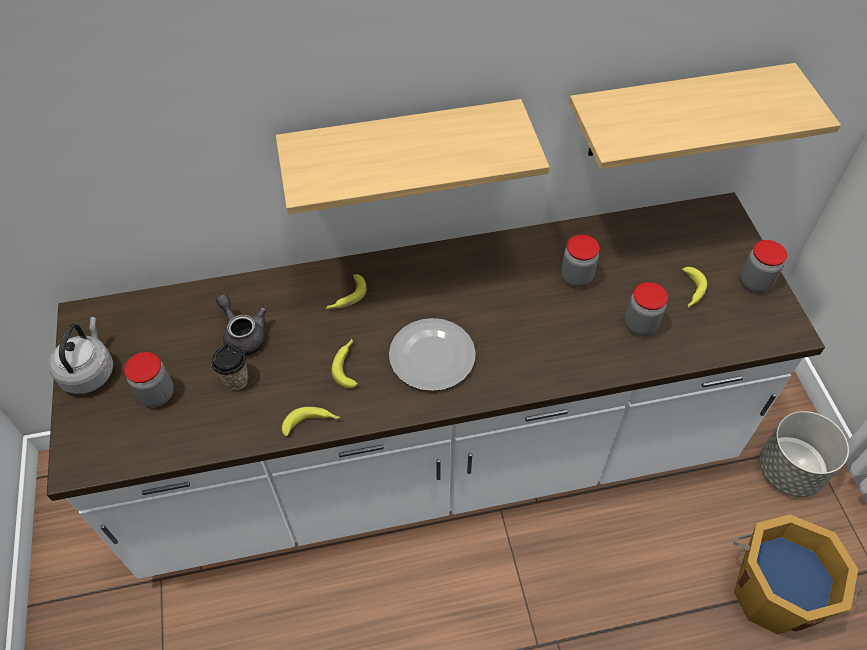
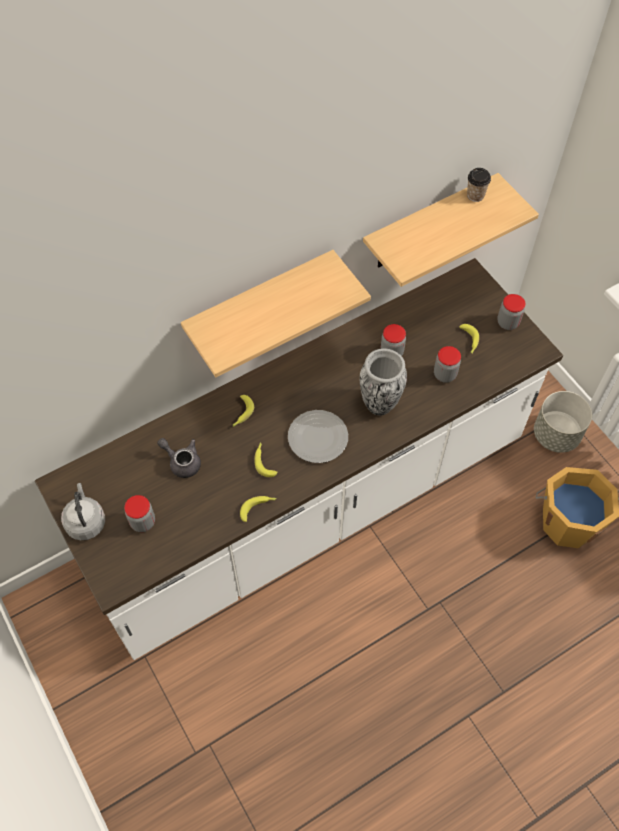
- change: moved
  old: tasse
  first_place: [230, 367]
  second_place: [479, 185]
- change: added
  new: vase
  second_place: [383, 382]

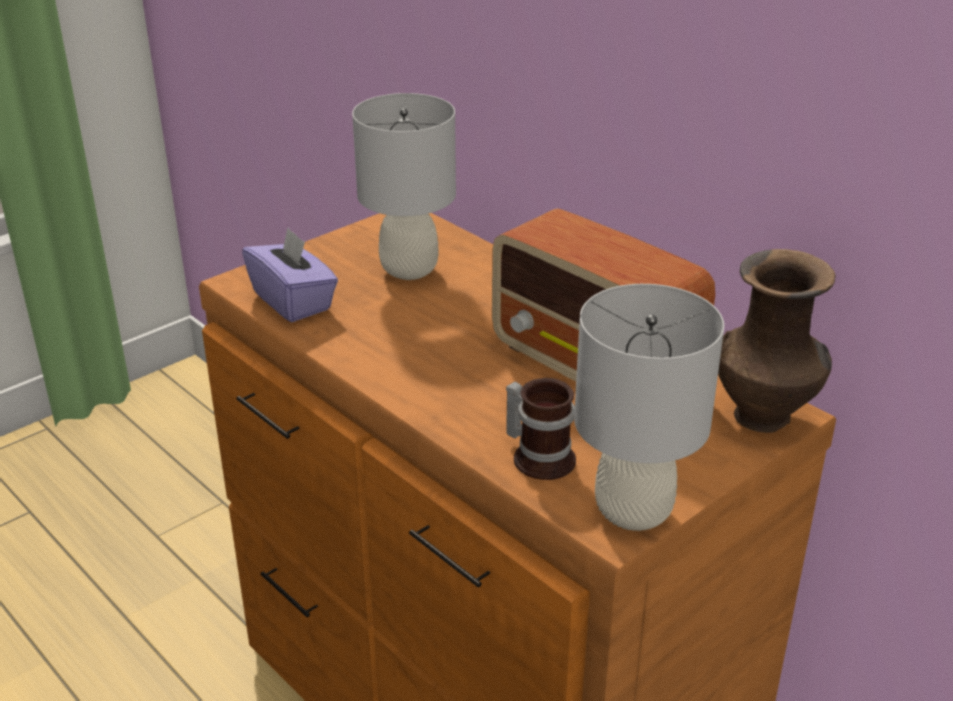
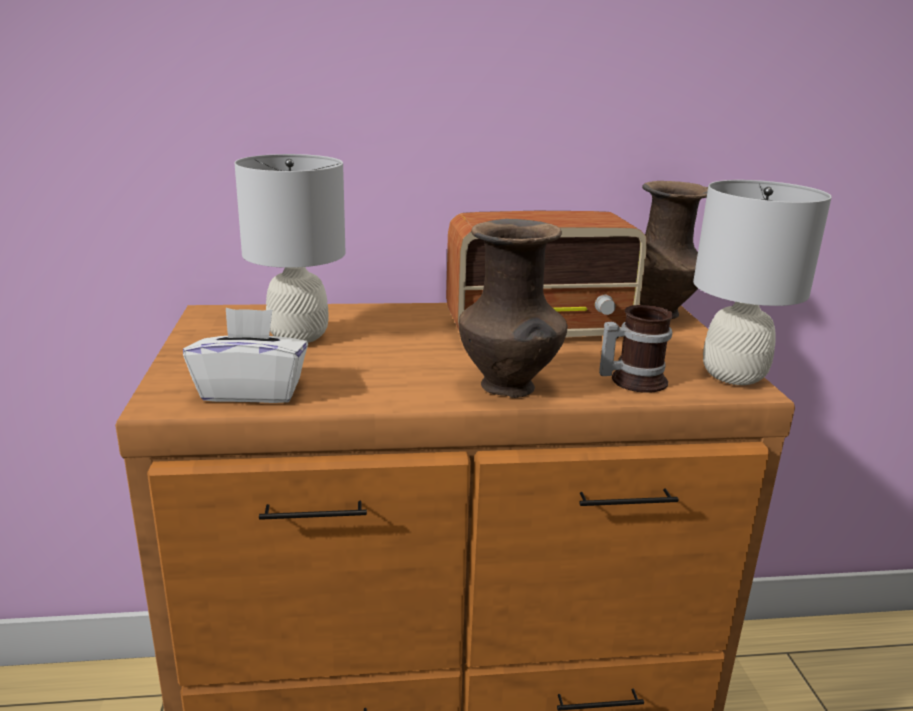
- change: recoloured
  old: boîte à mouchoirs/violet
  new: boîte à mouchoirs/blanc
  first_place: [290, 275]
  second_place: [245, 355]
- change: added
  new: vase/marron
  second_place: [513, 308]

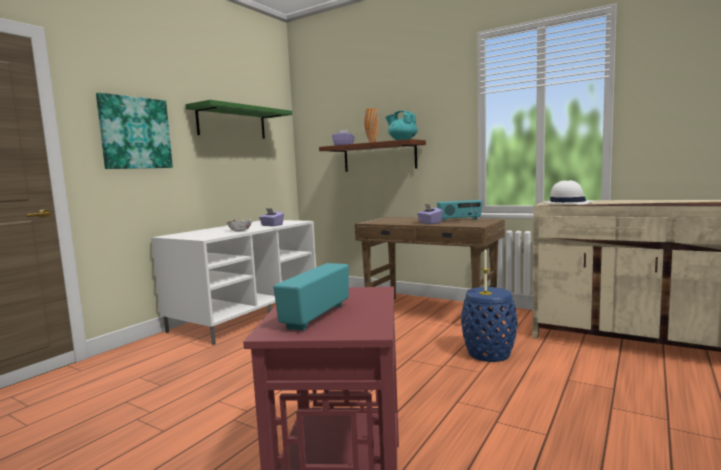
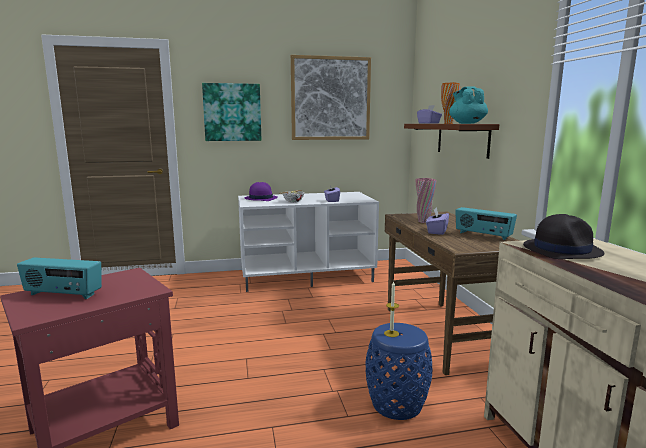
- change: replaced
  old: étagère/vert
  new: tableau
  first_place: [238, 119]
  second_place: [331, 97]
- change: recoloured
  old: chapeau/blanc
  new: chapeau/noir
  first_place: [569, 192]
  second_place: [564, 236]
- change: turned
  old: radio
  first_place: [311, 296]
  second_place: [59, 278]
  degrees: -150
- change: added
  new: vase/rose
  second_place: [426, 200]
- change: added
  new: chapeau/violet
  second_place: [261, 191]

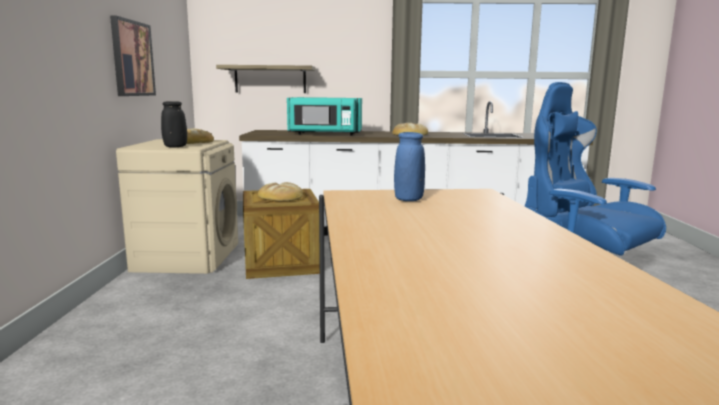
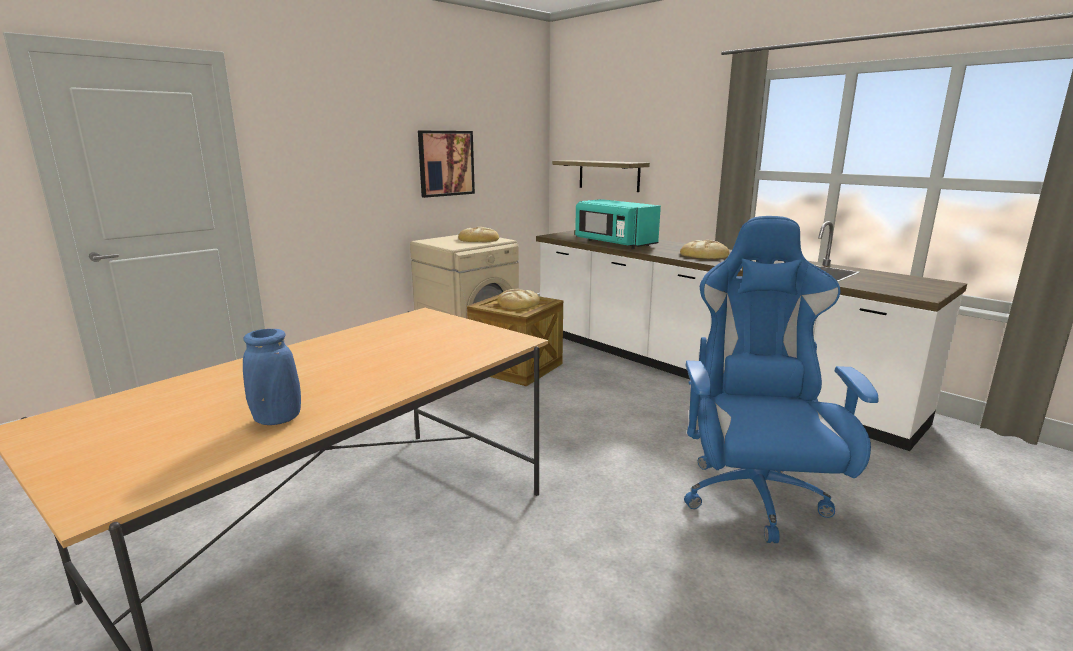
- change: removed
  old: vase/noir
  first_place: [174, 124]
- change: moved
  old: vase/bleu
  first_place: [409, 166]
  second_place: [272, 377]

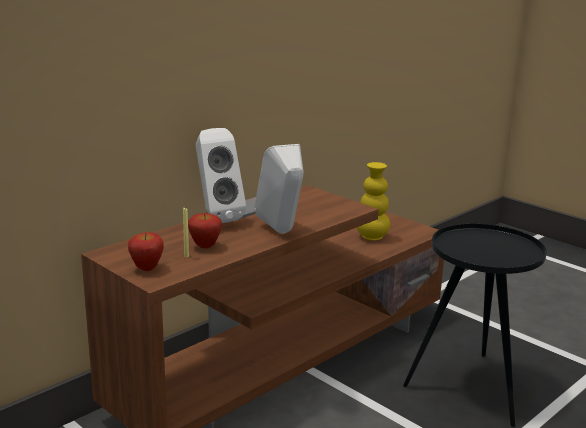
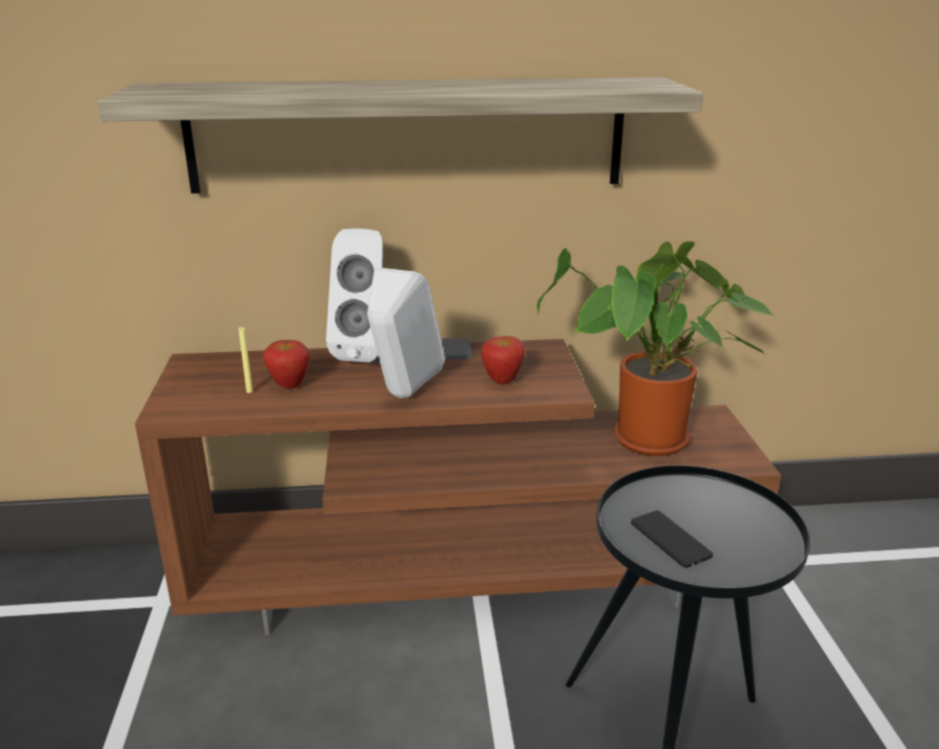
- change: replaced
  old: vase/jaune
  new: plante en pot
  first_place: [373, 201]
  second_place: [656, 348]
- change: moved
  old: pomme
  first_place: [146, 251]
  second_place: [503, 360]
- change: added
  new: étagère
  second_place: [400, 135]
- change: added
  new: téléphone
  second_place: [672, 539]

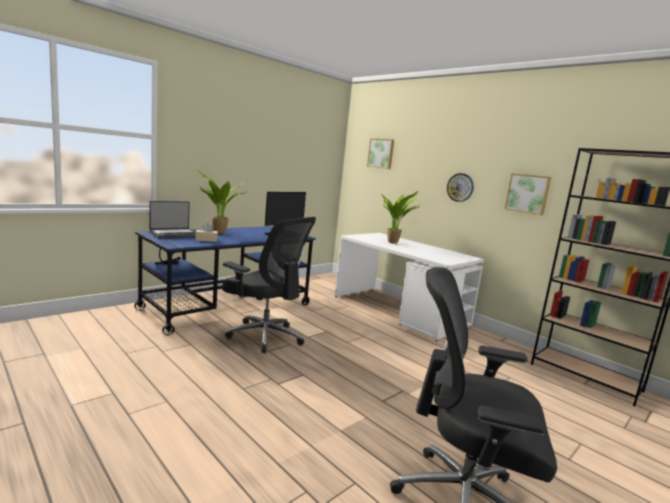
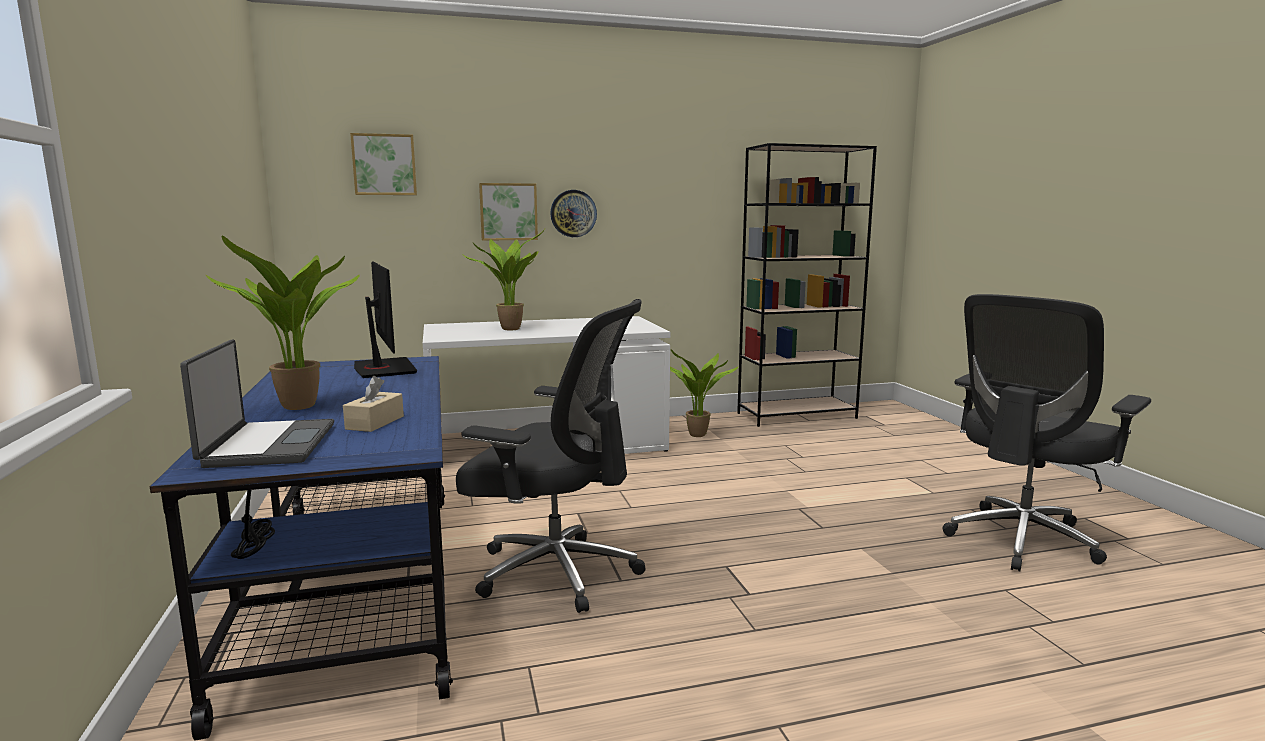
- change: moved
  old: tableau
  first_place: [528, 194]
  second_place: [508, 212]
- change: turned
  old: chaise de bureau
  first_place: [269, 285]
  second_place: [551, 456]
  degrees: 45
- change: added
  new: plante en pot
  second_place: [704, 393]

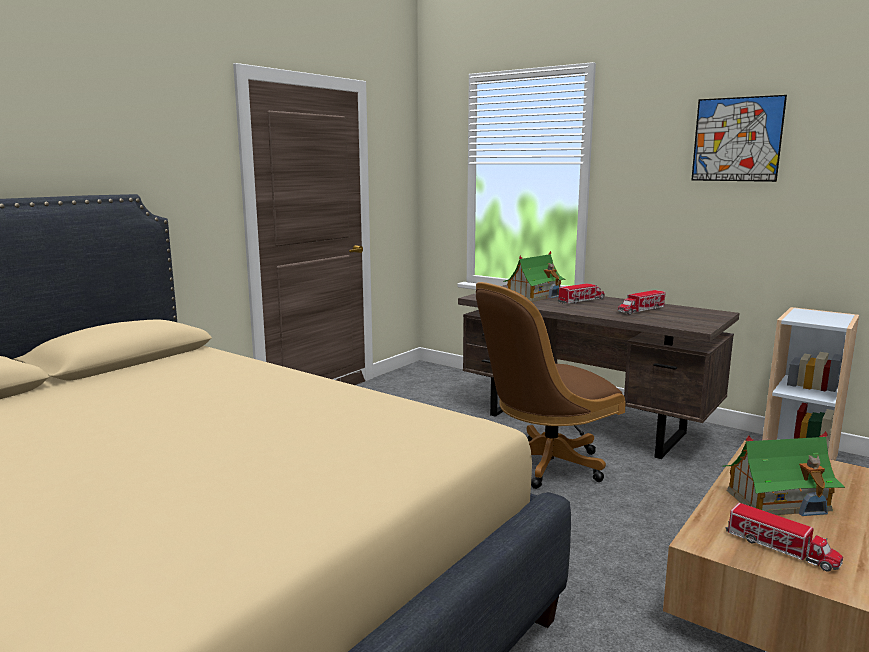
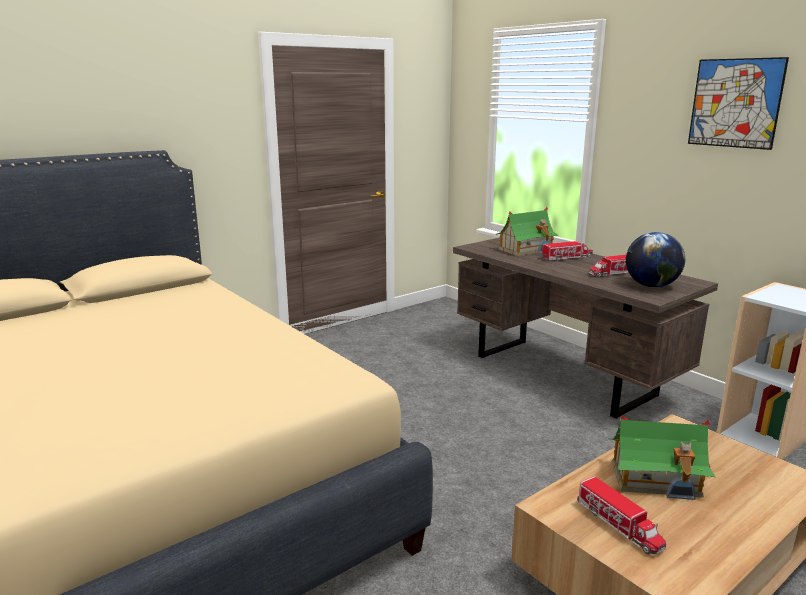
- change: removed
  old: chaise de bureau/marron
  first_place: [551, 385]
- change: added
  new: globe
  second_place: [655, 259]

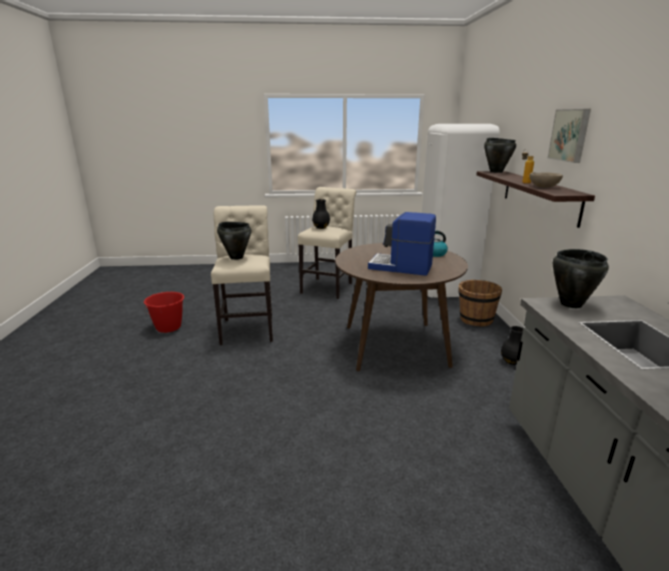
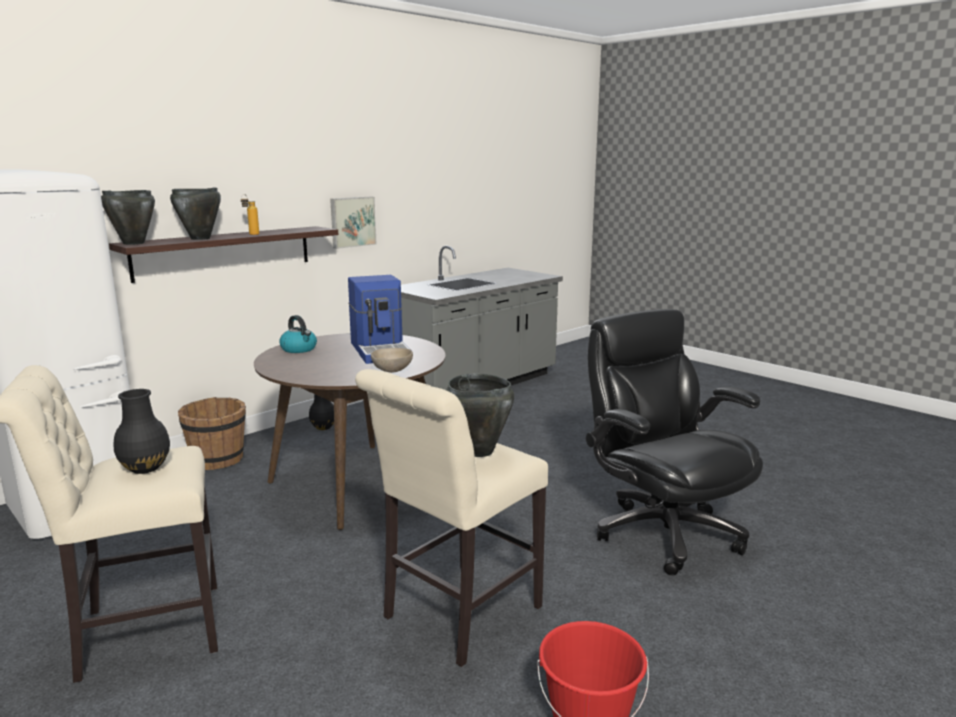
- change: moved
  old: tableau
  first_place: [569, 136]
  second_place: [353, 223]
- change: moved
  old: bol/beige
  first_place: [546, 179]
  second_place: [392, 360]
- change: moved
  old: marmite/noir
  first_place: [581, 278]
  second_place: [195, 213]
- change: added
  new: chaise de bureau/noir
  second_place: [674, 442]

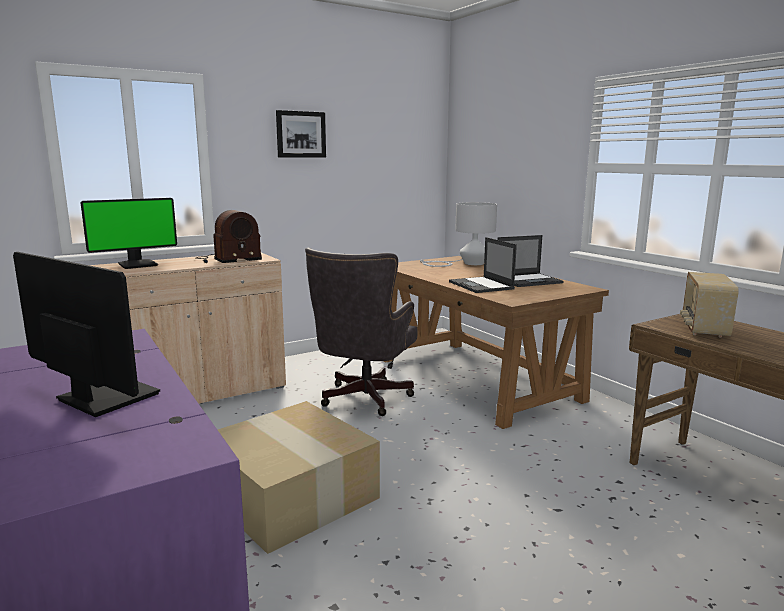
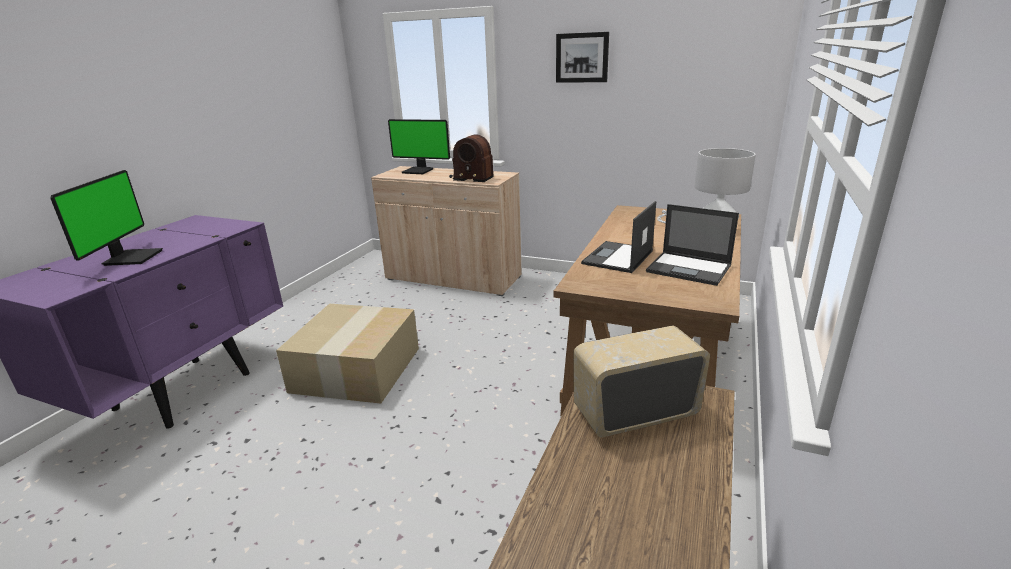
- change: removed
  old: chaise de bureau/gris
  first_place: [361, 332]

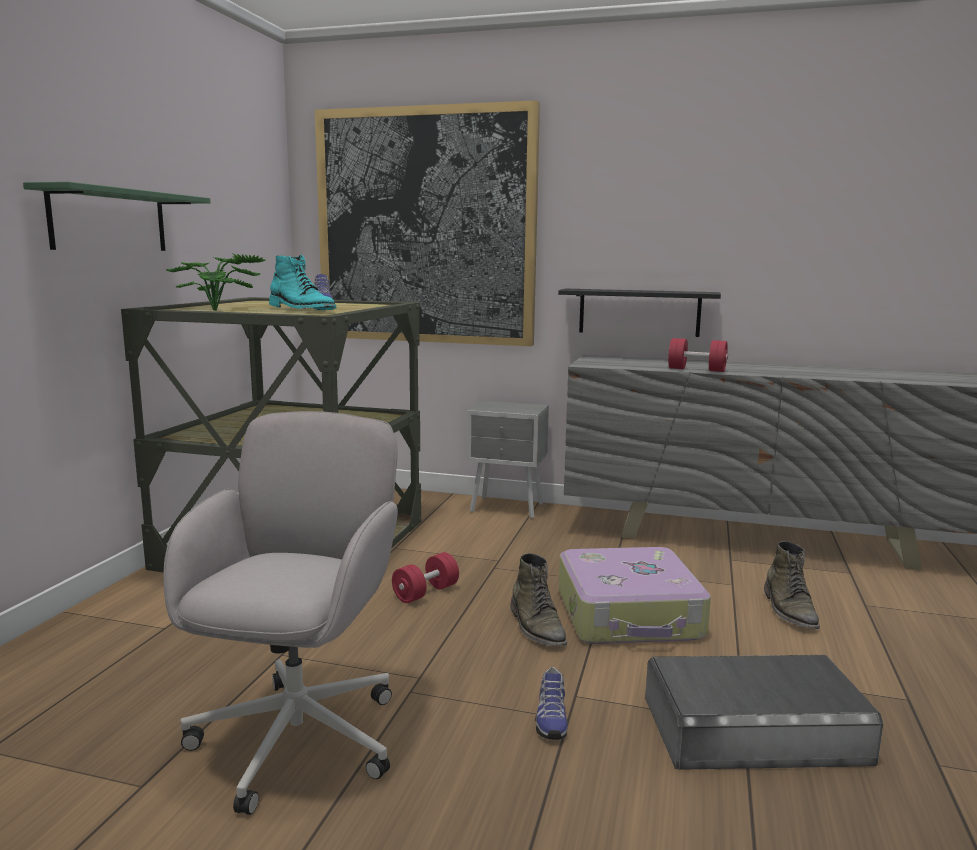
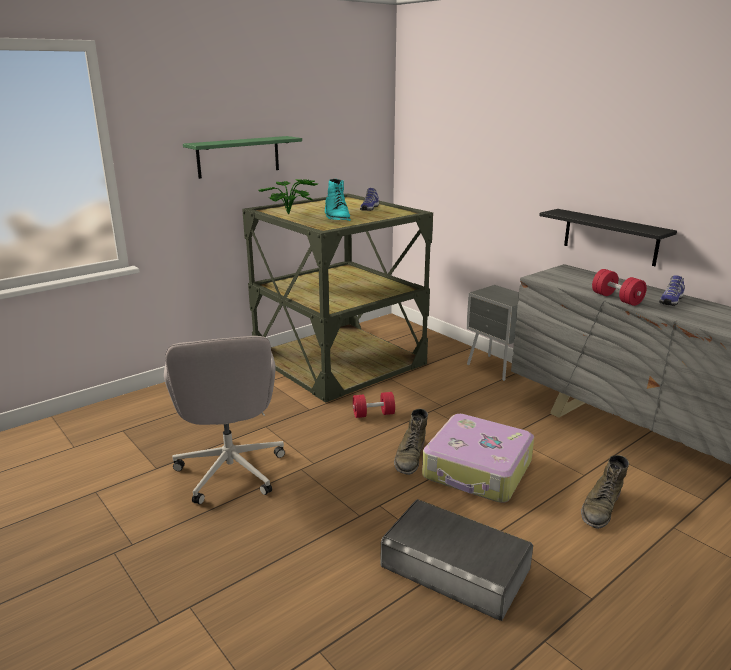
- change: removed
  old: tableau
  first_place: [427, 223]
- change: turned
  old: chaise de bureau/gris
  first_place: [281, 613]
  second_place: [224, 420]
  degrees: 120
- change: moved
  old: chaussure
  first_place: [551, 703]
  second_place: [672, 290]

